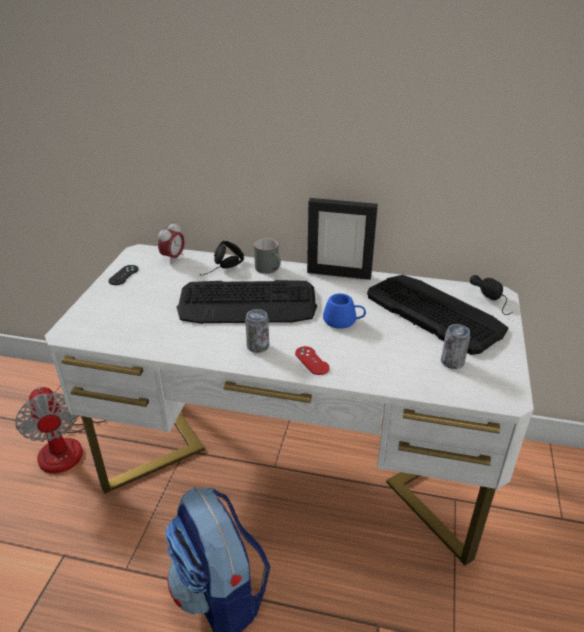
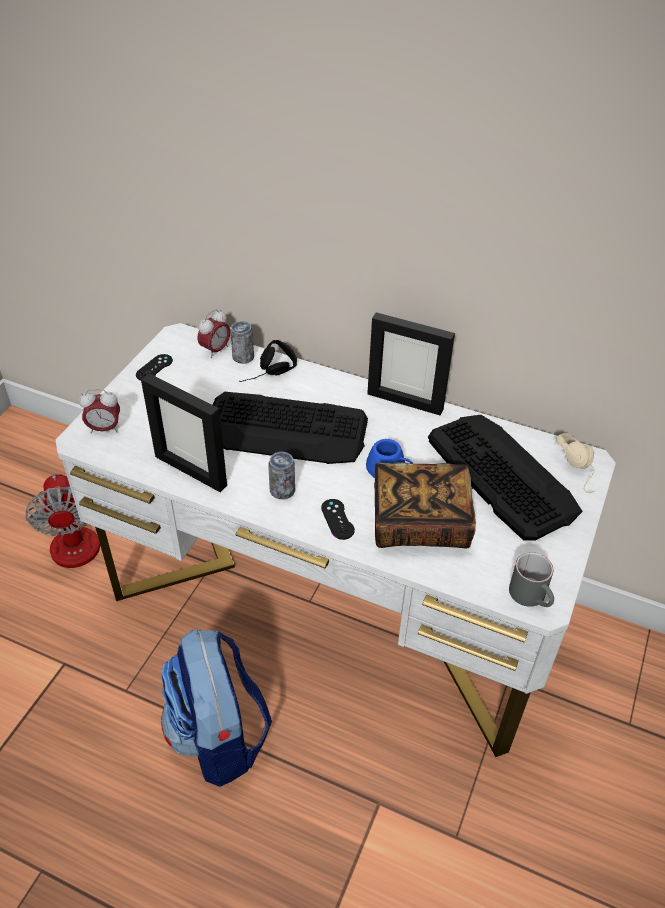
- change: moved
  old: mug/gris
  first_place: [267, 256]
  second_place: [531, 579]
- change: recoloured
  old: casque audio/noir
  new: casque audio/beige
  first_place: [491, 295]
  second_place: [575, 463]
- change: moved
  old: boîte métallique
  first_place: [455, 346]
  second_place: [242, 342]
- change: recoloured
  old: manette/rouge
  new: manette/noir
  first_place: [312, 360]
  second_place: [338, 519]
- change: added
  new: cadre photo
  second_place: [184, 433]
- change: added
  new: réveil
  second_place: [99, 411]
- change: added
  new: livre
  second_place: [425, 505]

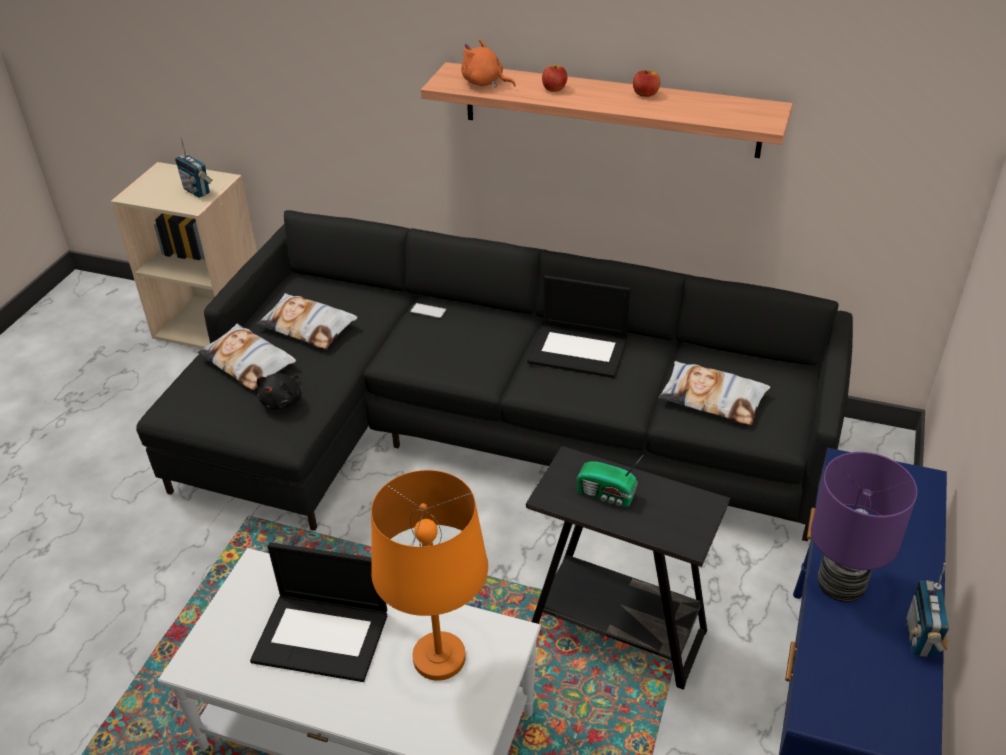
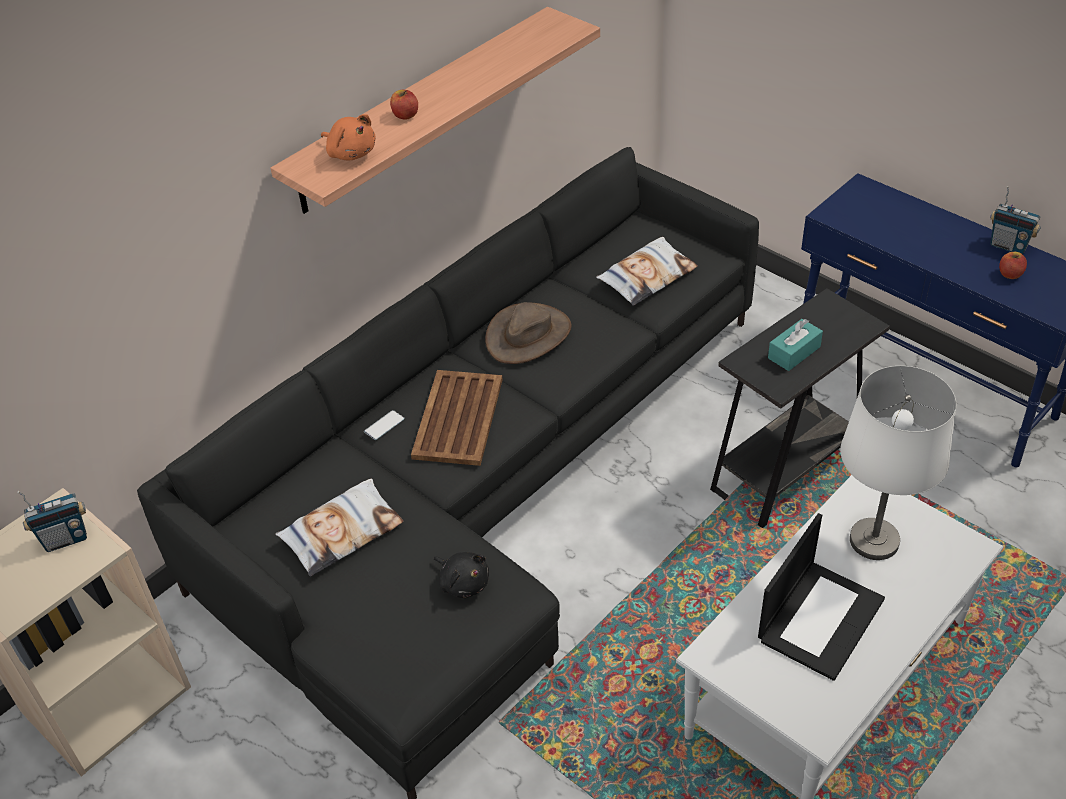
- change: turned
  old: peluche/orange
  first_place: [488, 63]
  second_place: [348, 137]
  degrees: -105
- change: moved
  old: pomme
  first_place: [646, 83]
  second_place: [1013, 265]
- change: replaced
  old: ordinateur portable
  new: chapeau/marron
  first_place: [578, 326]
  second_place: [528, 333]
- change: removed
  old: coussin
  first_place: [247, 356]
- change: removed
  old: lampe de table/violet
  first_place: [864, 527]
- change: replaced
  old: radio
  new: boîte à mouchoirs/turquoise
  first_place: [610, 481]
  second_place: [795, 345]
- change: recoloured
  old: lampe de table/orange
  new: lampe de table/blanc
  first_place: [429, 575]
  second_place: [898, 463]
- change: added
  new: plateau/marron
  second_place: [457, 418]

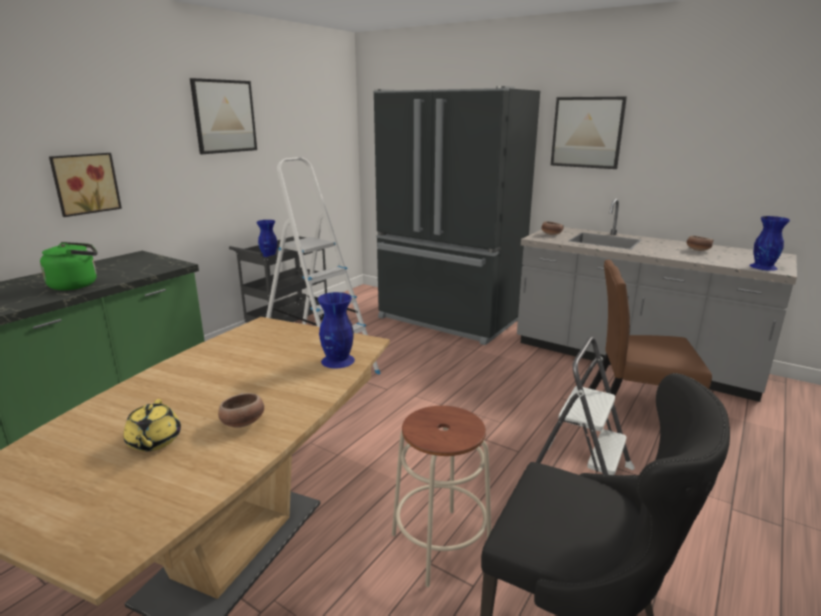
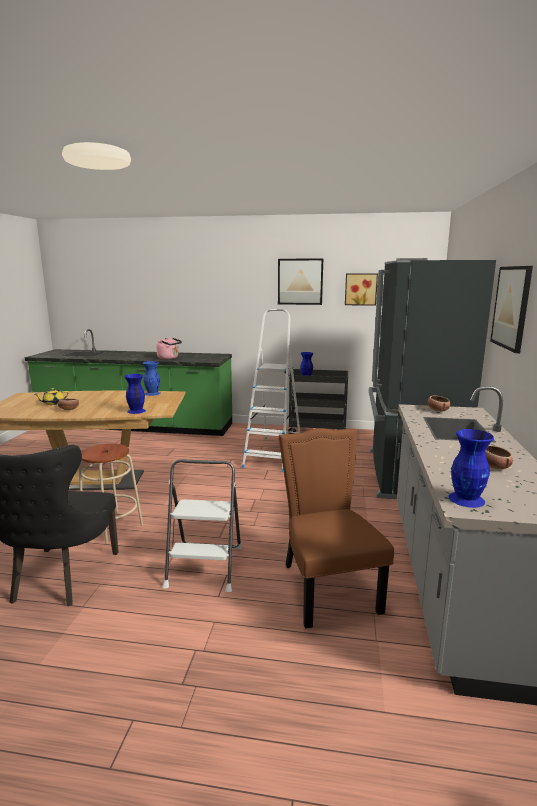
- change: moved
  old: tableau
  first_place: [85, 185]
  second_place: [361, 289]
- change: recoloured
  old: bouilloire/vert
  new: bouilloire/rose
  first_place: [68, 266]
  second_place: [169, 348]
- change: added
  new: vase/bleu
  second_place: [152, 378]

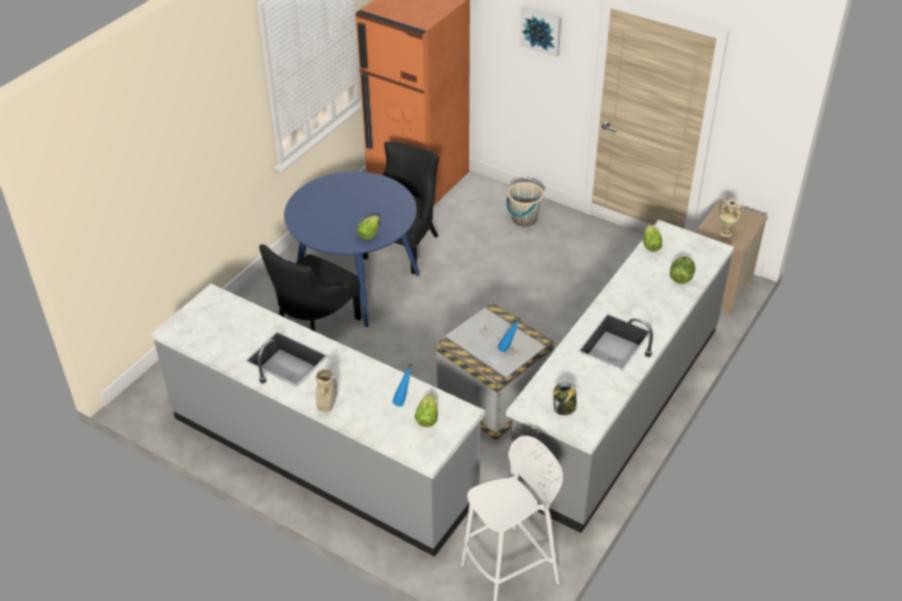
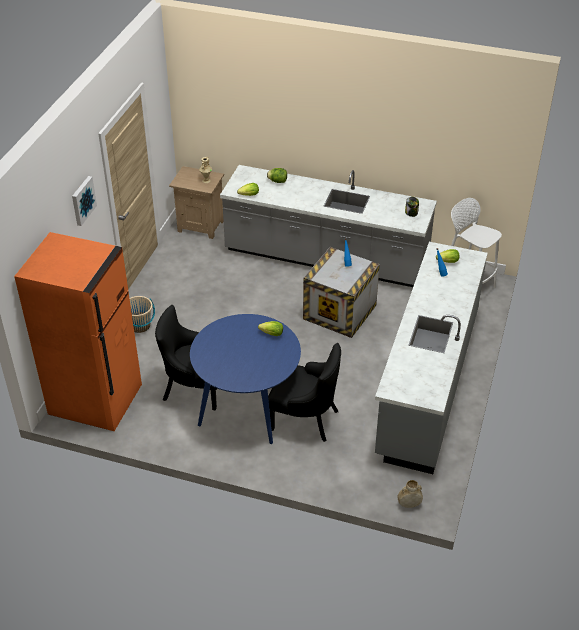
- change: moved
  old: vase/beige
  first_place: [326, 390]
  second_place: [410, 494]

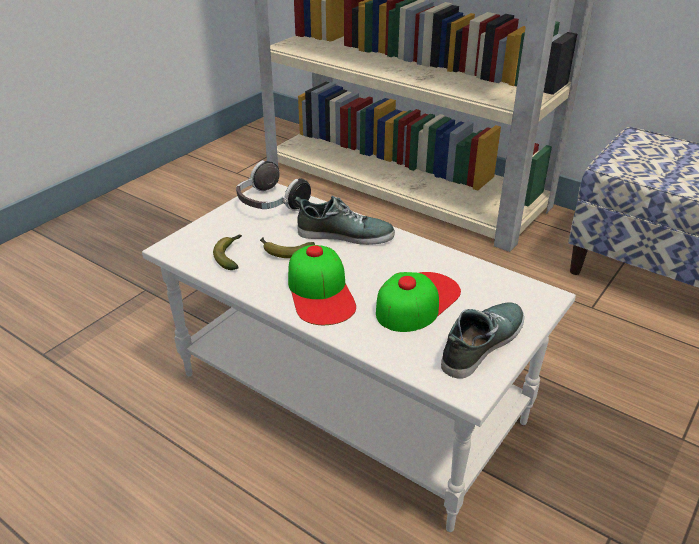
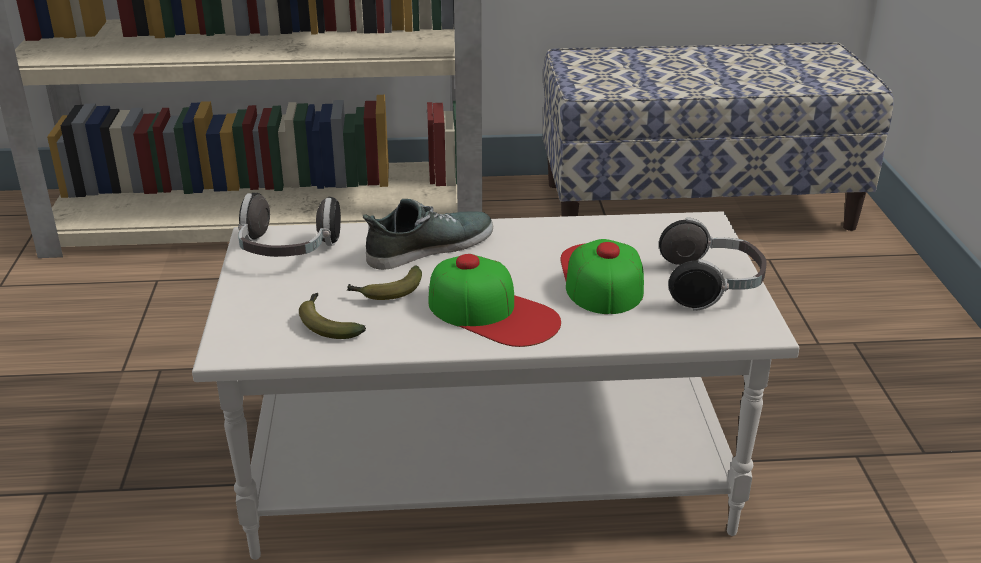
- change: replaced
  old: chaussure
  new: casque audio
  first_place: [482, 340]
  second_place: [713, 264]

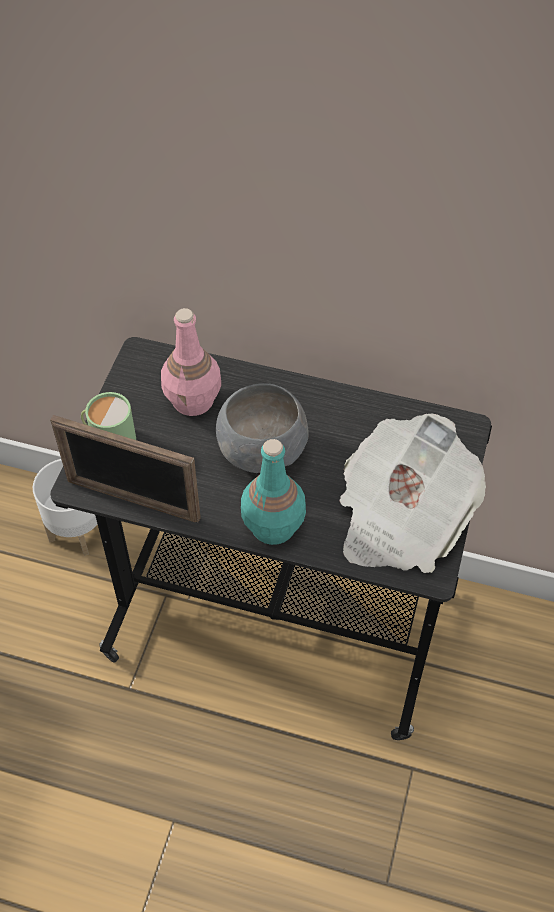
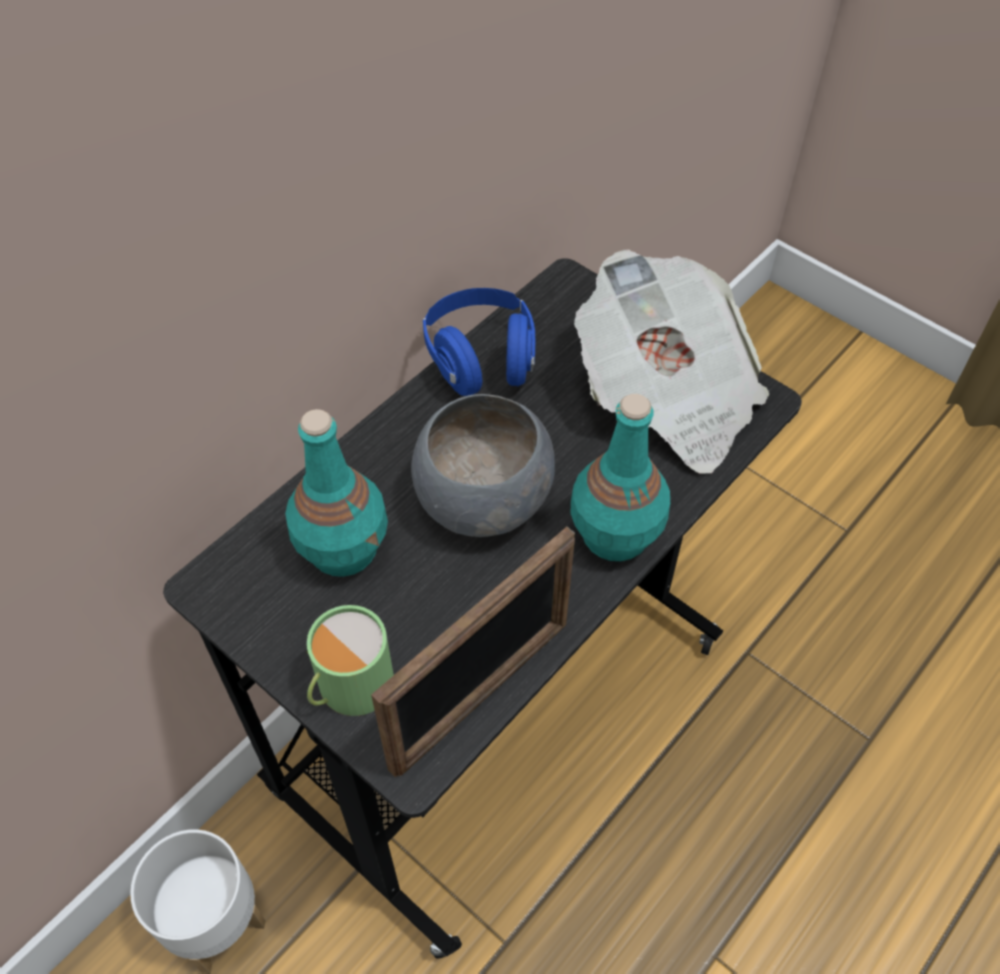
- change: recoloured
  old: bouteille/rose
  new: bouteille/turquoise
  first_place: [191, 362]
  second_place: [336, 493]
- change: added
  new: casque audio/bleu
  second_place: [479, 342]

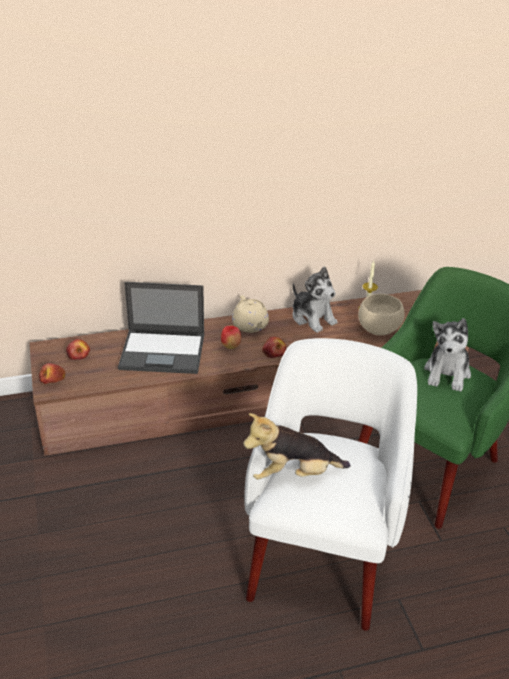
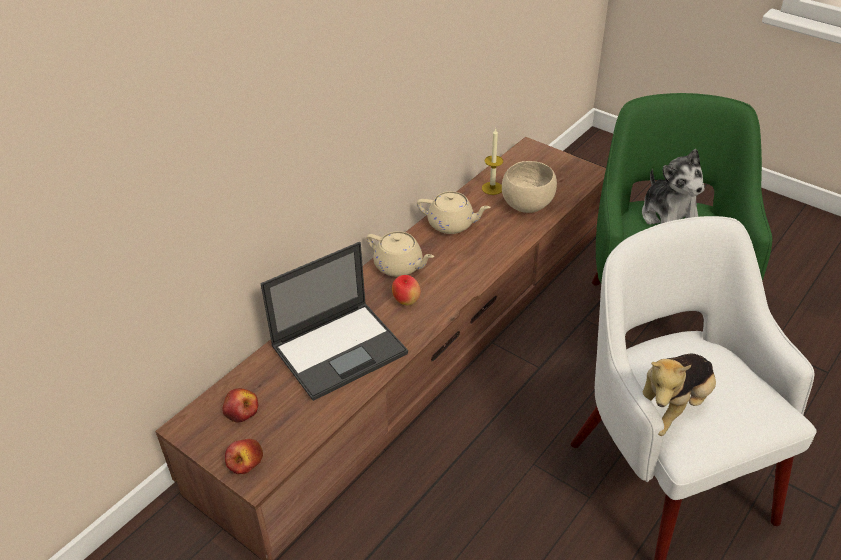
- change: replaced
  old: peluche
  new: théière/beige
  first_place: [315, 299]
  second_place: [454, 212]
- change: removed
  old: pomme
  first_place: [274, 347]

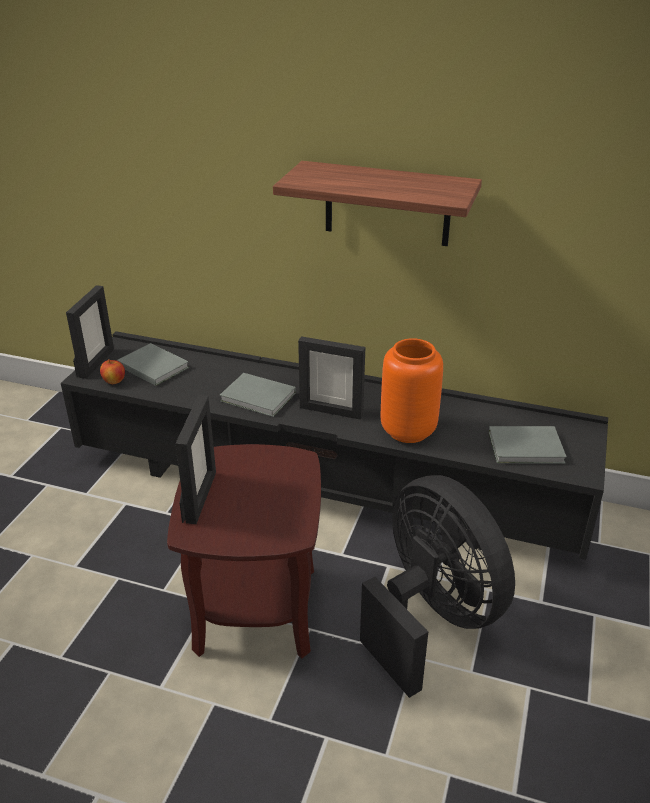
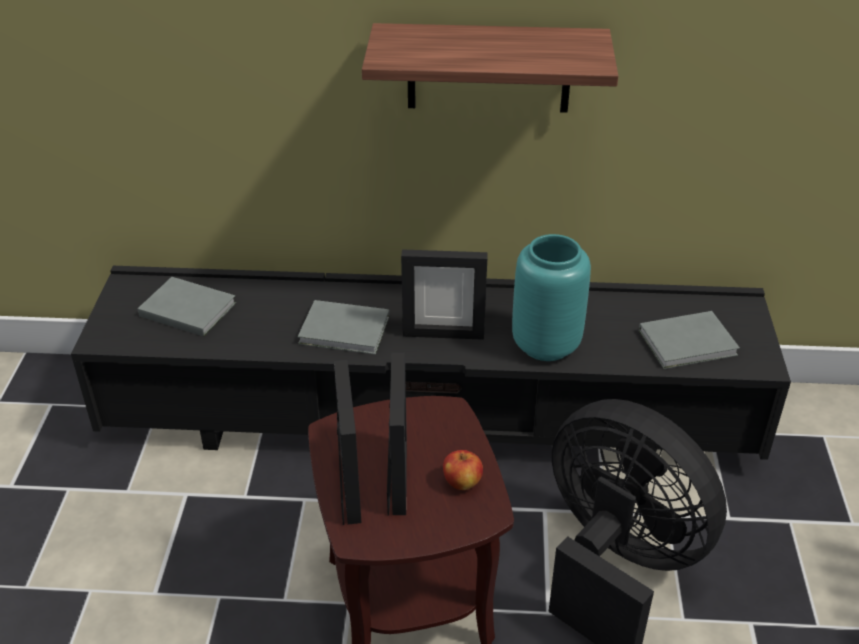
- change: moved
  old: cadre photo
  first_place: [90, 332]
  second_place: [397, 434]
- change: recoloured
  old: vase/orange
  new: vase/turquoise
  first_place: [412, 390]
  second_place: [551, 297]
- change: moved
  old: pomme
  first_place: [112, 371]
  second_place: [463, 470]

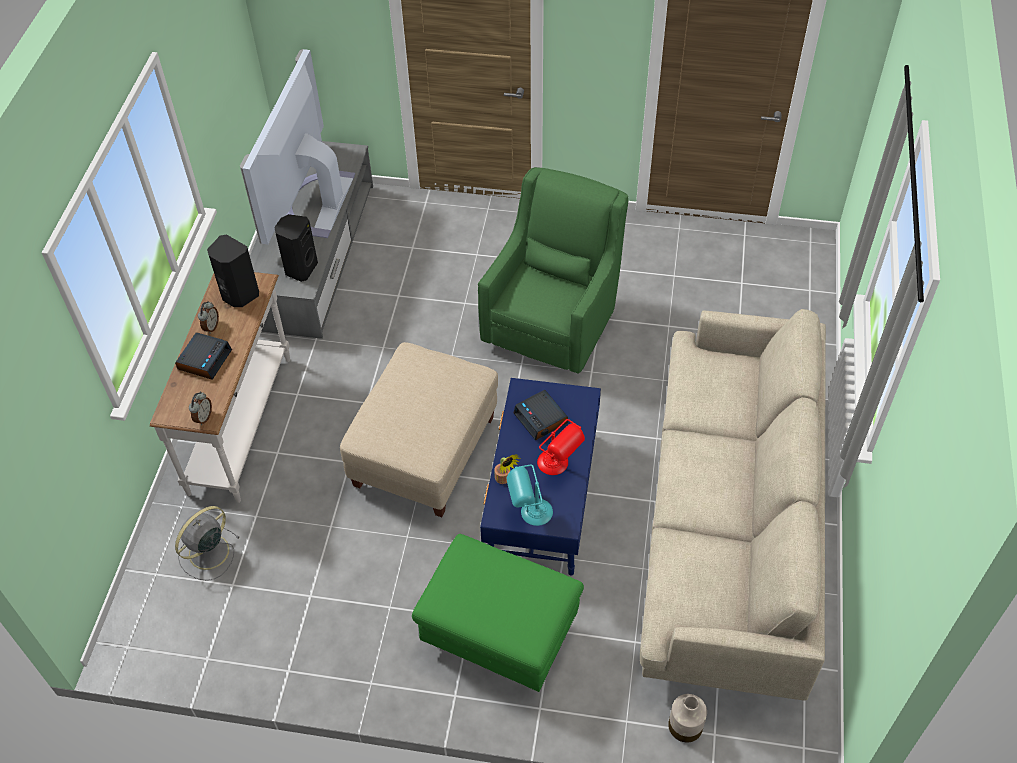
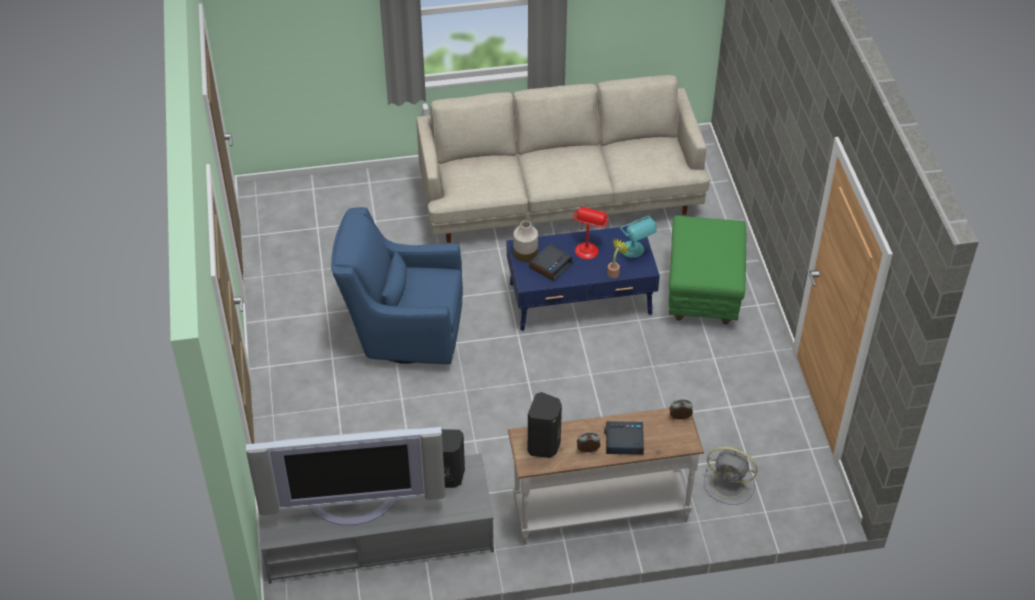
- change: recoloured
  old: fauteuil/vert
  new: fauteuil/bleu
  first_place: [553, 270]
  second_place: [397, 285]
- change: removed
  old: pouf/beige
  first_place: [419, 429]
- change: moved
  old: vase/beige
  first_place: [687, 718]
  second_place: [525, 241]

